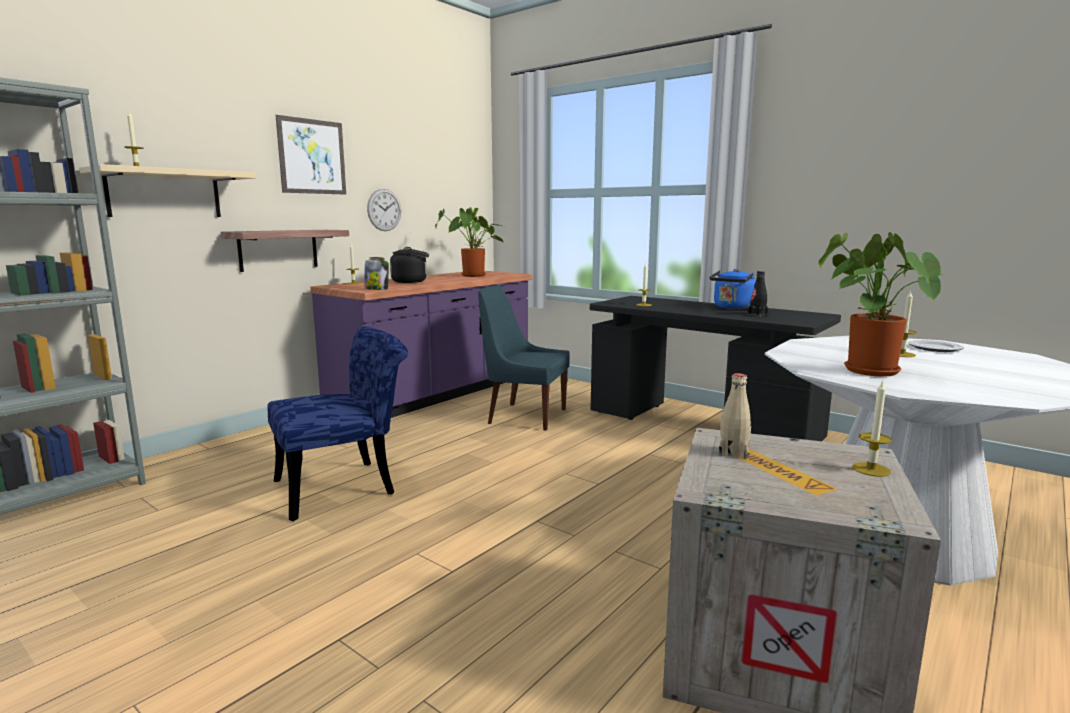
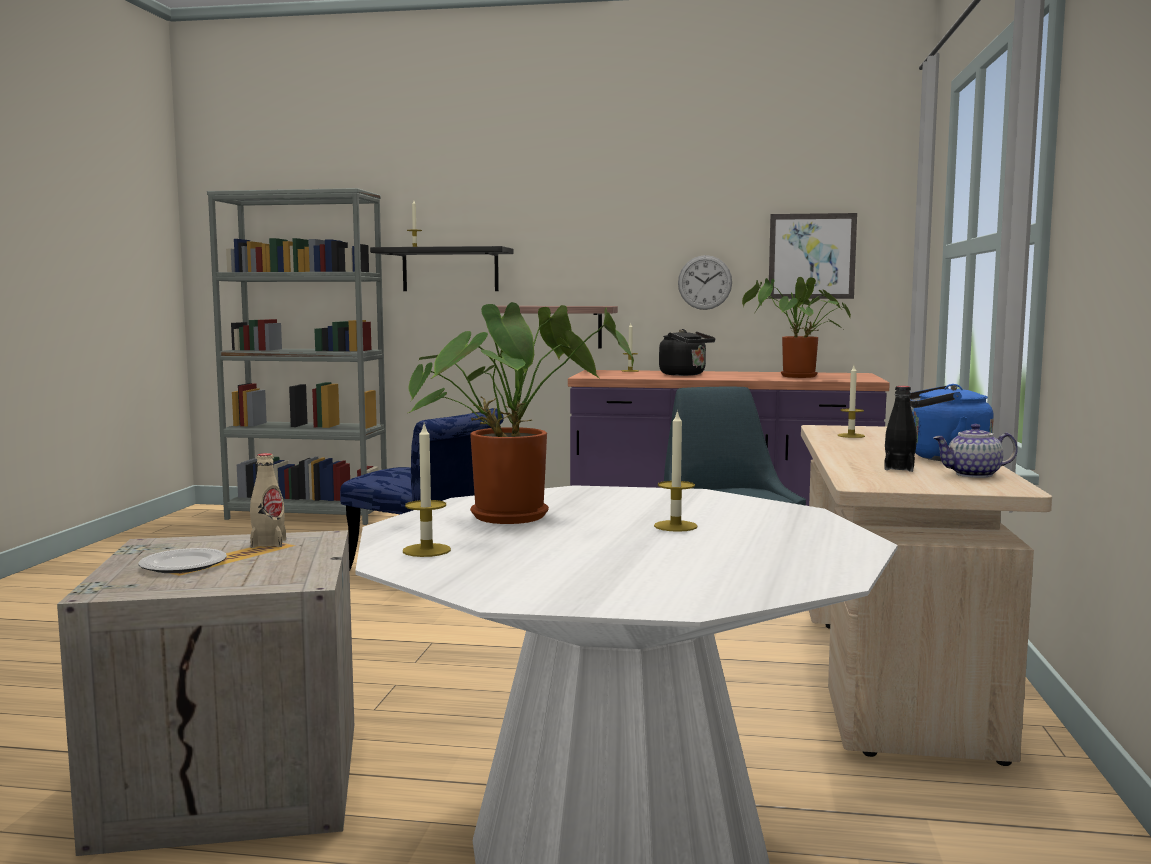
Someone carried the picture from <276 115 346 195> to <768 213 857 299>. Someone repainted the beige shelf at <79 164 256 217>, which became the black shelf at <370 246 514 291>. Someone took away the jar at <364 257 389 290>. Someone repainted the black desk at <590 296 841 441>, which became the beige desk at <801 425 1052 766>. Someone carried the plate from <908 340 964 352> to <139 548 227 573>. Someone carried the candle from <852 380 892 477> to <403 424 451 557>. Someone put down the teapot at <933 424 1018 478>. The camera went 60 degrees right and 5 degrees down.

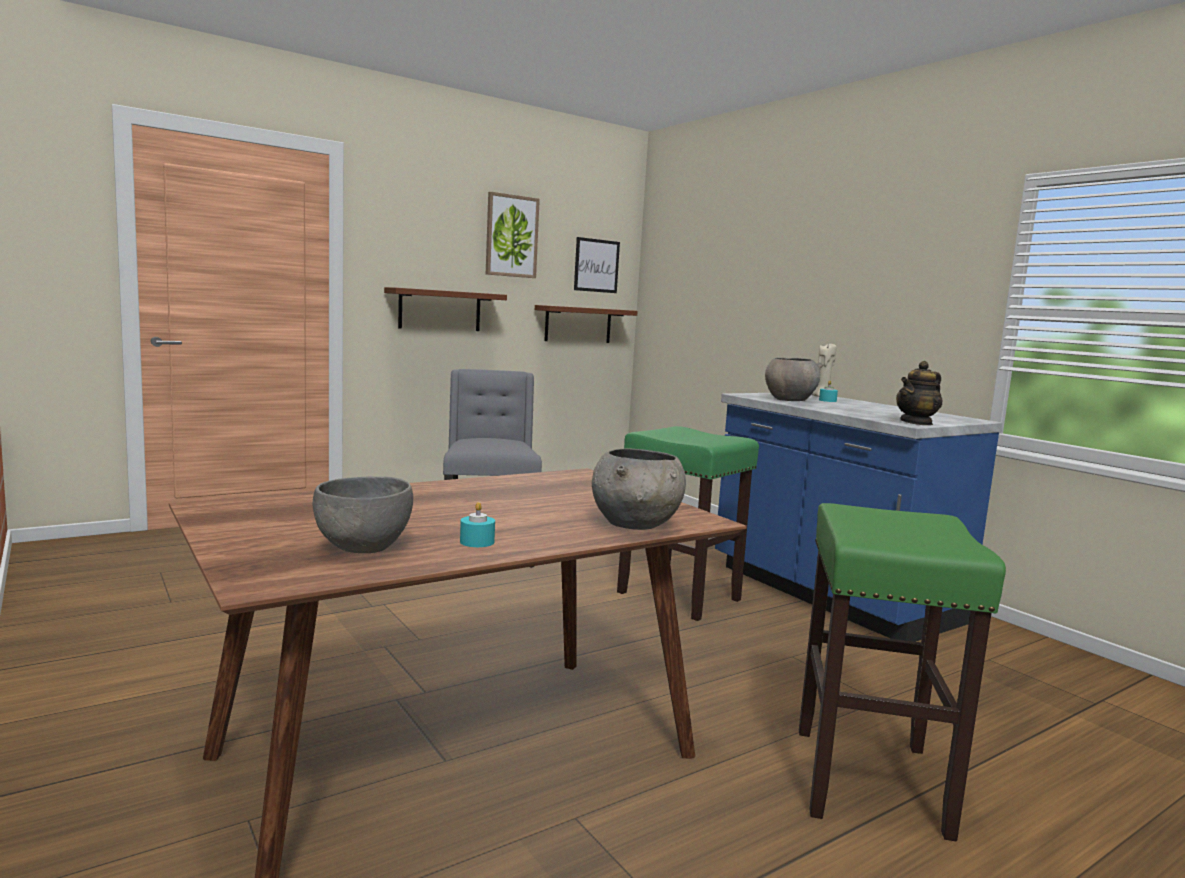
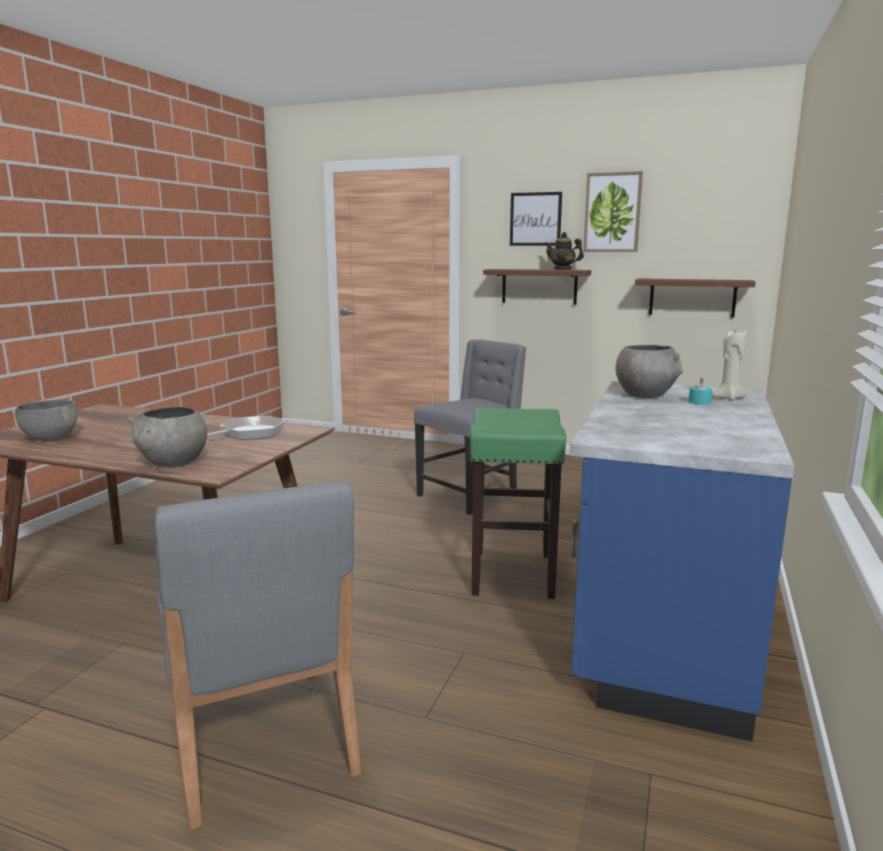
Someone carried the picture from <574 237 620 293> to <510 192 562 246>. Someone carried the teapot from <896 361 943 425> to <544 232 584 270>. Someone took away the turquoise candle at <460 502 495 547>. Someone swapped the green stool at <799 503 1006 841> for the grey chair at <154 481 362 830>. Someone put down the frying pan at <207 415 286 440>. The camera went 55 degrees right and 5 degrees up.

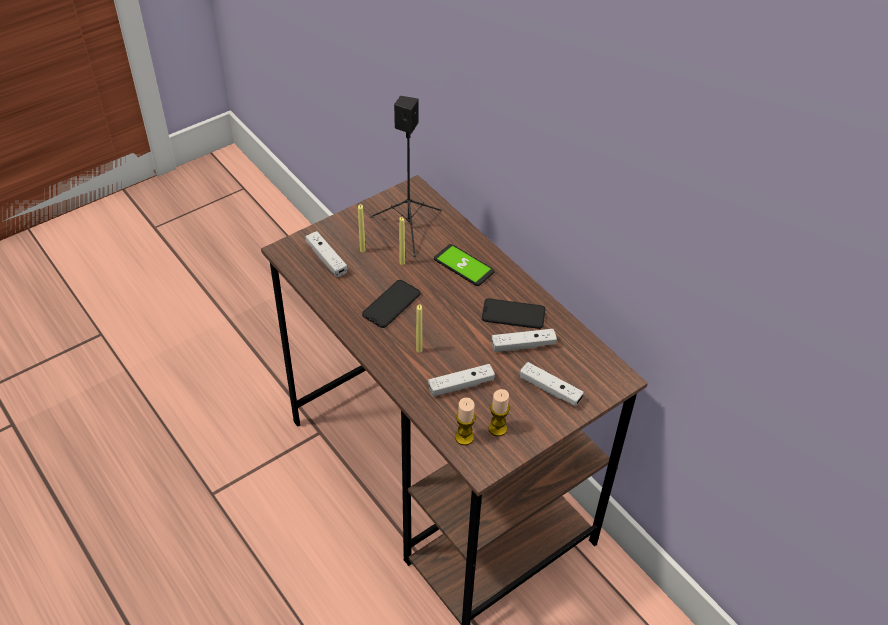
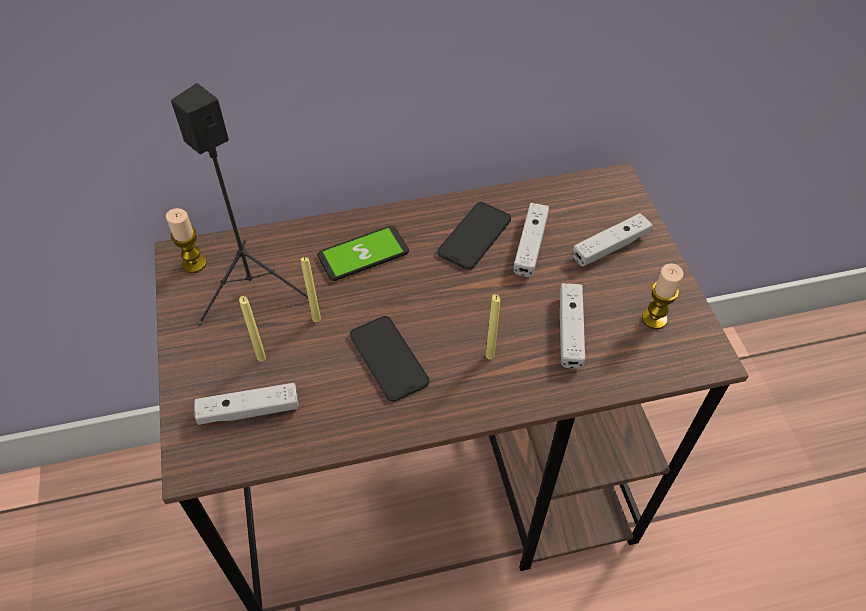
Someone carried the candle from <455 398 476 445> to <166 208 207 273>. The camera went 65 degrees left and 5 degrees up.

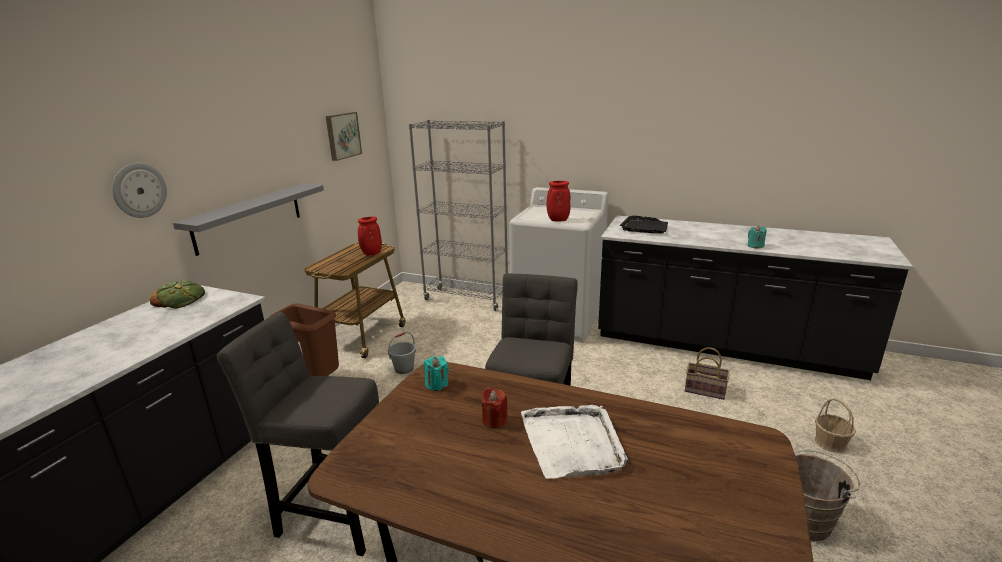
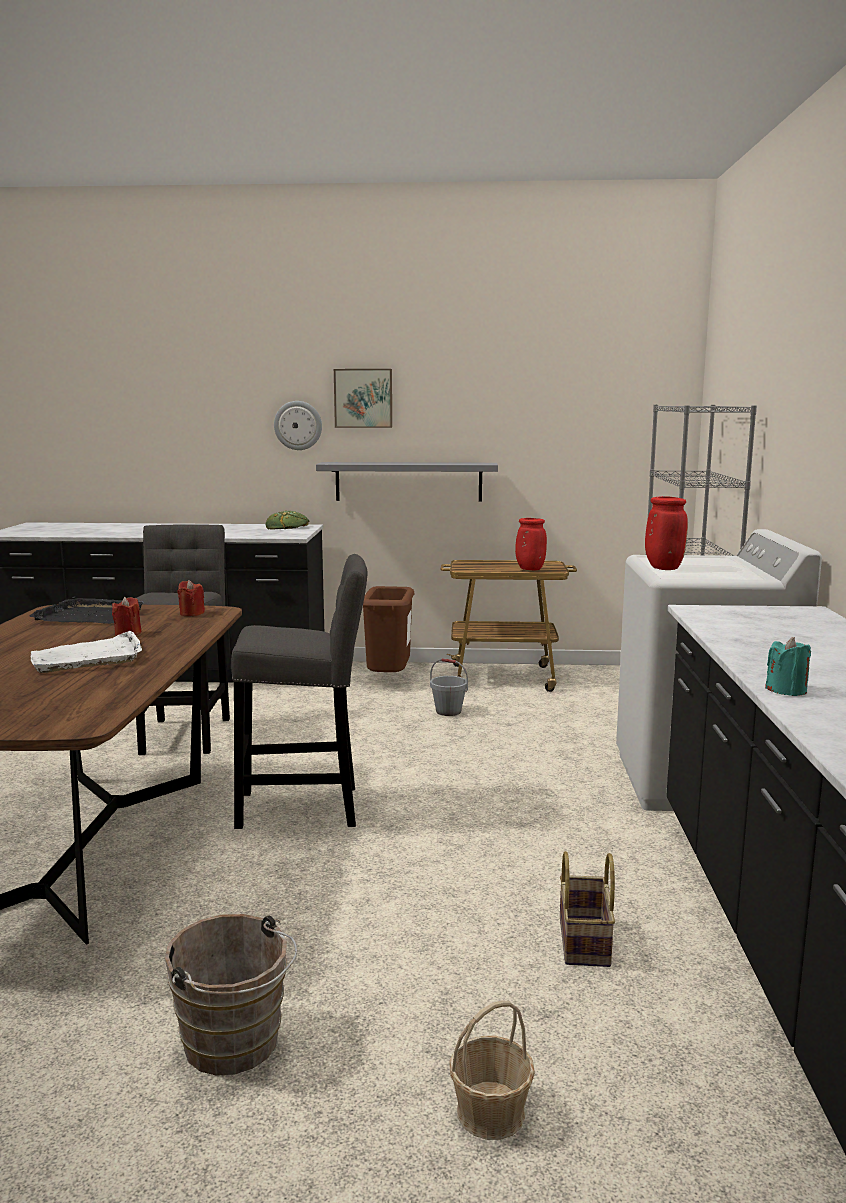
Someone carried the picture from <326 112 362 161> to <334 369 392 428>. Someone carried the black tray from <620 215 668 234> to <30 596 144 624>. Someone repainted the turquoise candle at <424 356 449 391>, which became the red candle at <178 580 205 616>. The camera went 70 degrees right and 10 degrees down.

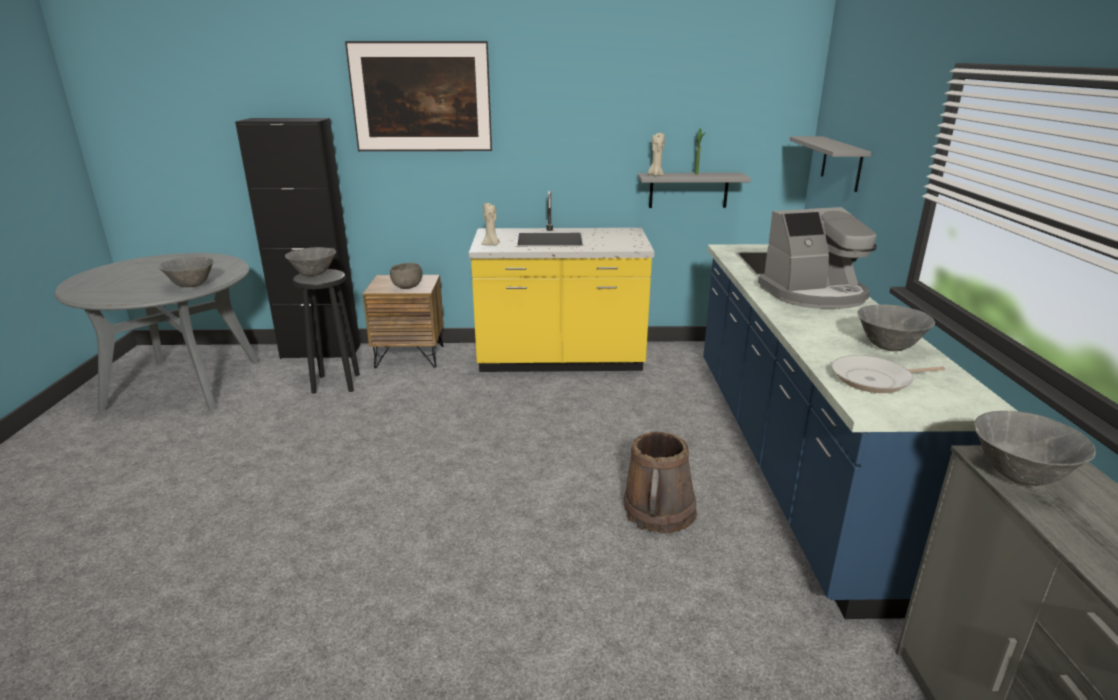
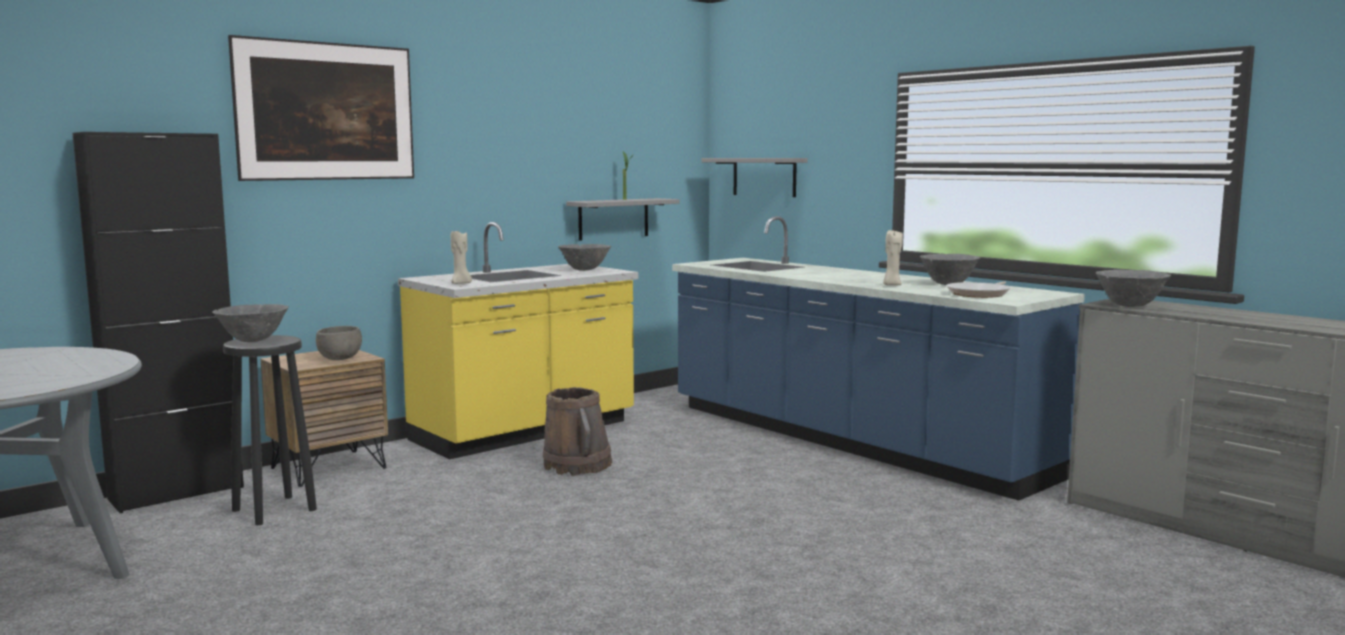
Someone carried the beige candle from <648 133 665 176> to <883 229 903 286>. Someone took away the coffee machine at <758 207 877 309>. Someone carried the grey bowl from <158 257 214 287> to <558 244 611 271>. Someone carried the brown bucket from <624 431 697 534> to <543 387 612 476>. The camera went 40 degrees left and 15 degrees down.

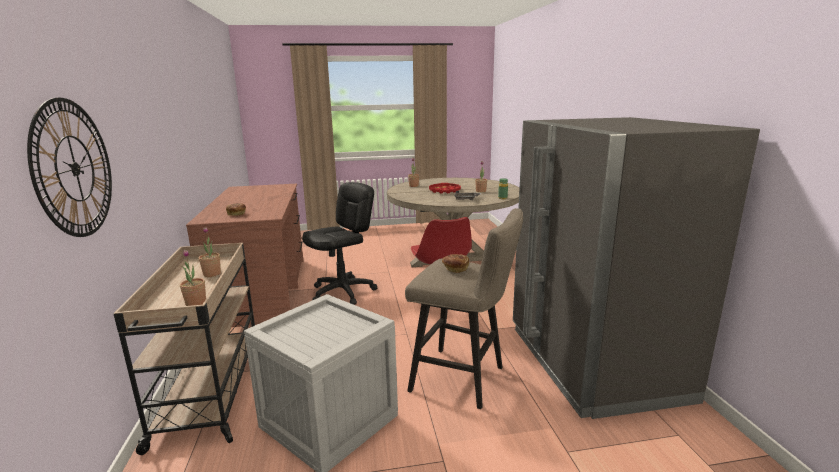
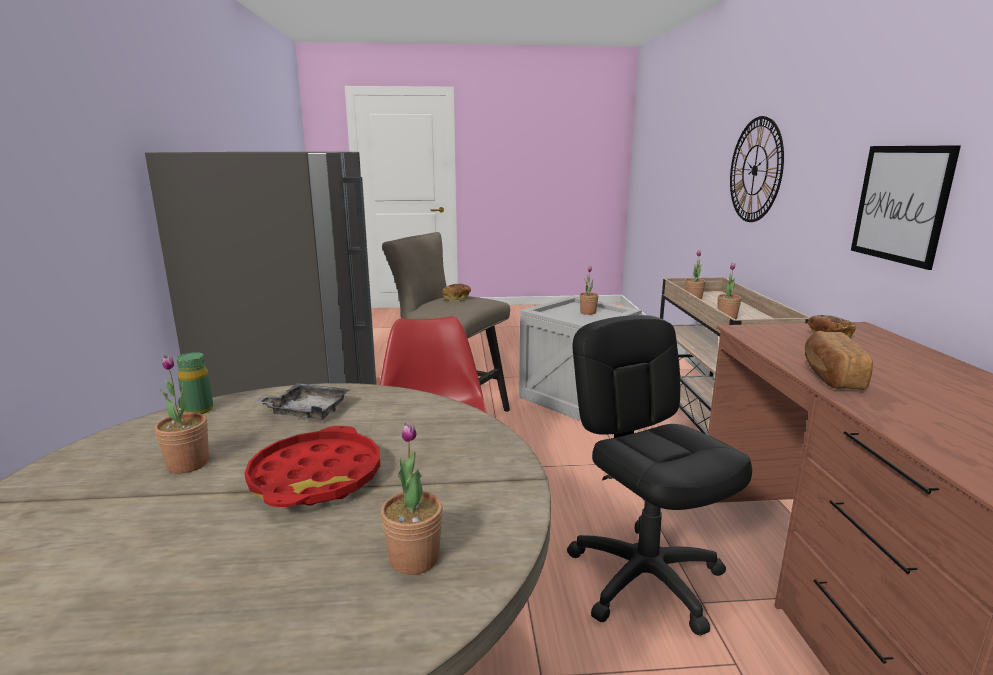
Someone rotated the black office chair at <302 182 377 305> by 105 degrees clockwise. Someone put up the picture at <851 145 961 270>. Someone put down the potted plant at <580 266 599 315>. Someone put down the bread at <805 331 873 390>. The camera went 175 degrees left and 0 degrees up.

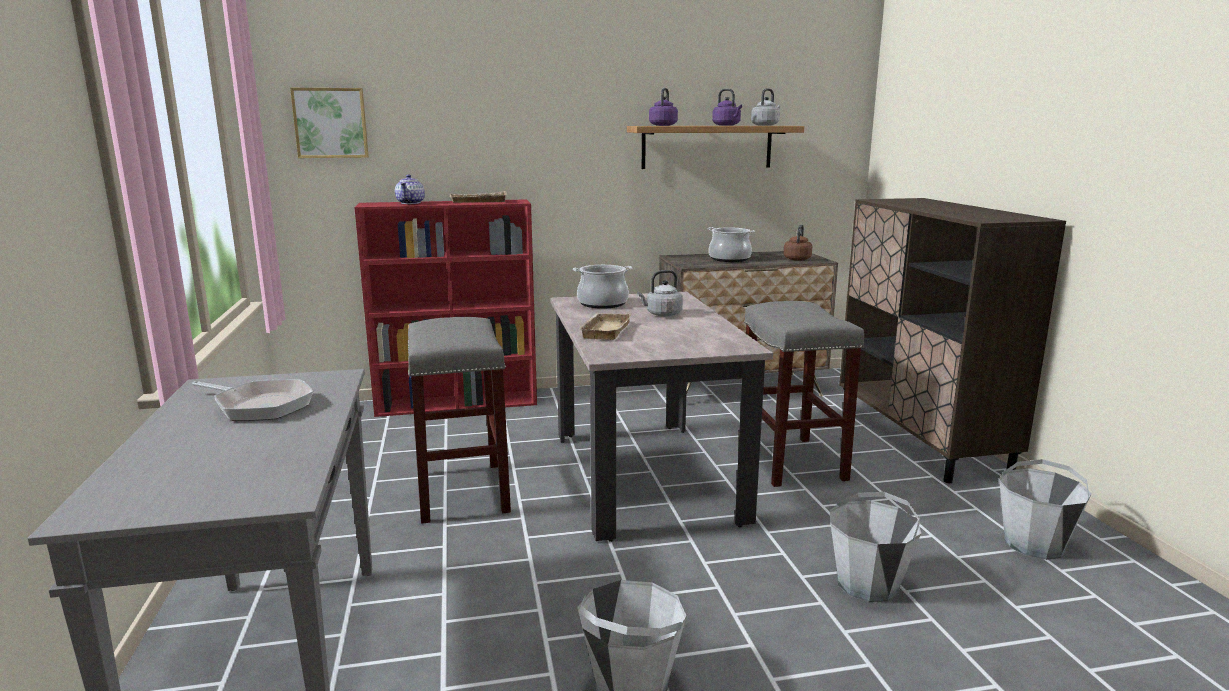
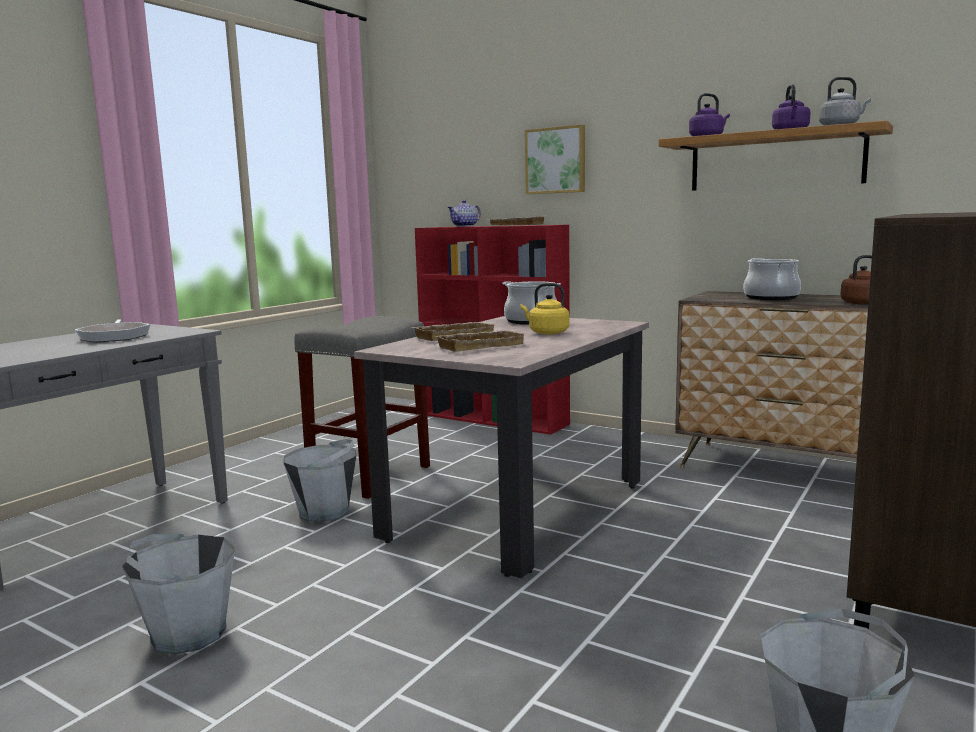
Someone carried the picture from <290 88 369 158> to <525 124 585 194>. Someone repainted the grey kettle at <637 270 683 317>, which became the yellow kettle at <520 283 569 335>. Someone took away the grey stool at <744 301 864 487>. Someone carried the grey bucket from <830 492 921 602> to <283 439 356 522>. Someone put down the beige tray at <435 330 525 352>. The camera went 45 degrees right and 5 degrees down.

